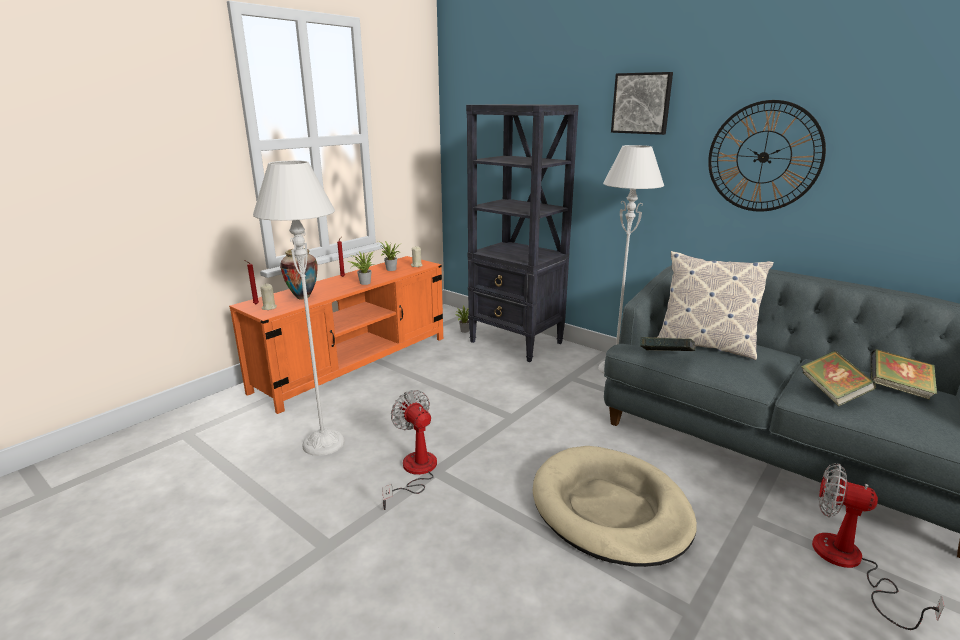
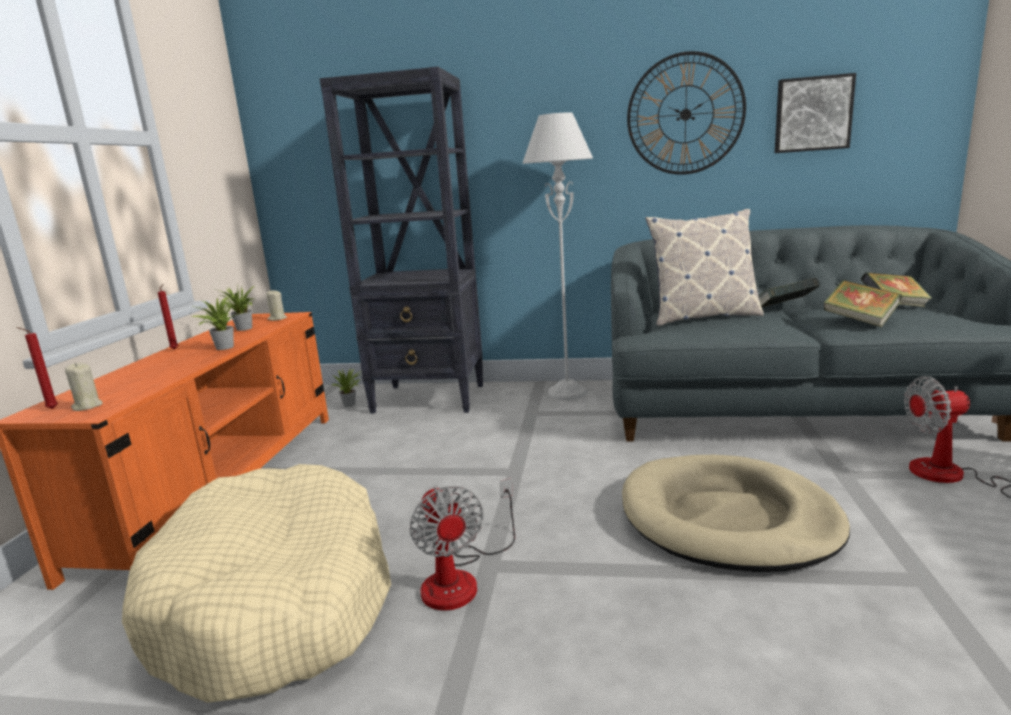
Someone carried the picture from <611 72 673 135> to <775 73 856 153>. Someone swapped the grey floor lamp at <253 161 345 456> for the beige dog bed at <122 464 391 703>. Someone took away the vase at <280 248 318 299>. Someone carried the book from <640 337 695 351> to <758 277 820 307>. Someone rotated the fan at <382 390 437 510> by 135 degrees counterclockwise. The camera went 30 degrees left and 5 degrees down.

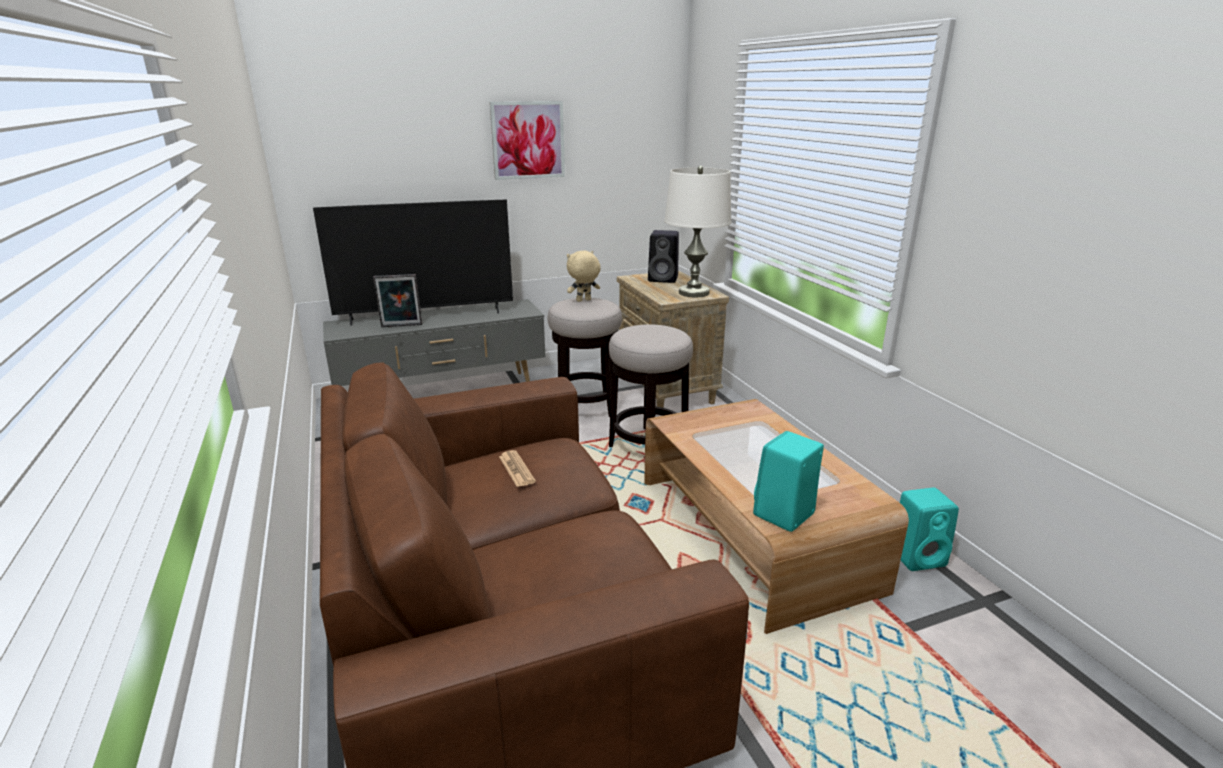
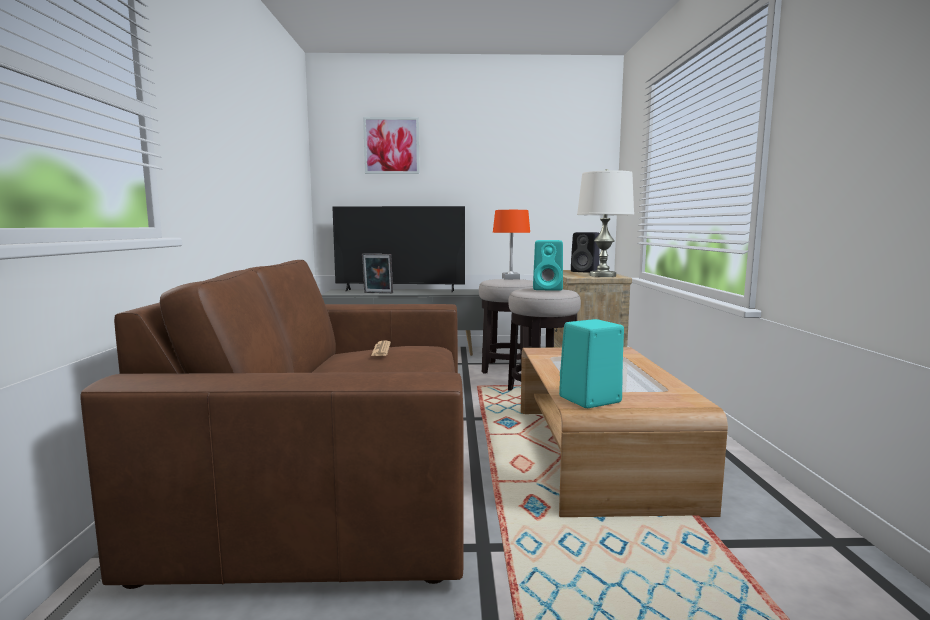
Someone carried the picture from <490 101 565 180> to <363 117 419 174>. Someone swapped the beige plush toy at <567 250 601 302> for the orange table lamp at <493 210 530 279>. Someone carried the turquoise speaker from <900 487 959 571> to <533 240 563 291>. The camera went 20 degrees right and 15 degrees down.

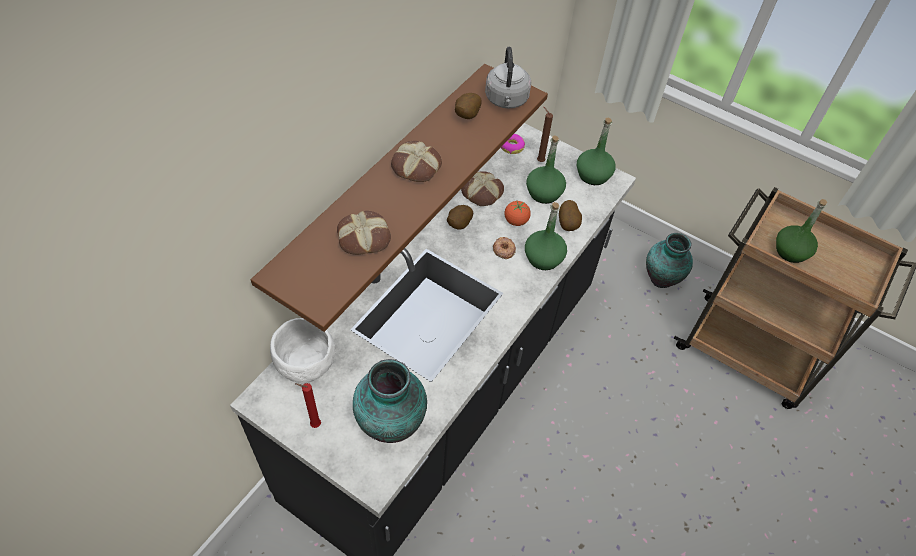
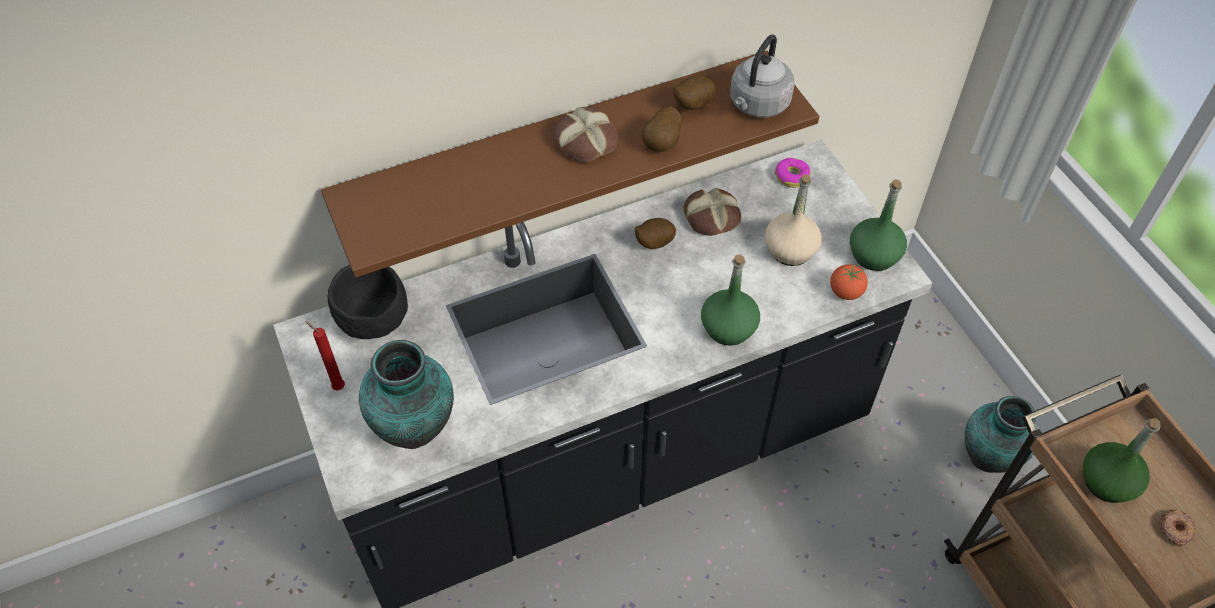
Someone took away the brown candle at <537 107 553 162>. Someone repainted the green bottle at <526 135 566 204>, which became the beige bottle at <765 174 822 266>. Someone carried the potato from <559 200 582 231> to <642 106 682 152>. Someone carried the tomato from <505 201 531 226> to <830 264 868 300>. Someone took away the bread at <337 211 391 255>. Someone carried the donut from <493 237 516 259> to <1158 509 1196 546>. Someone repainted the white bowl at <270 318 336 384>, which became the black bowl at <328 265 408 339>. The camera went 35 degrees right and 0 degrees up.

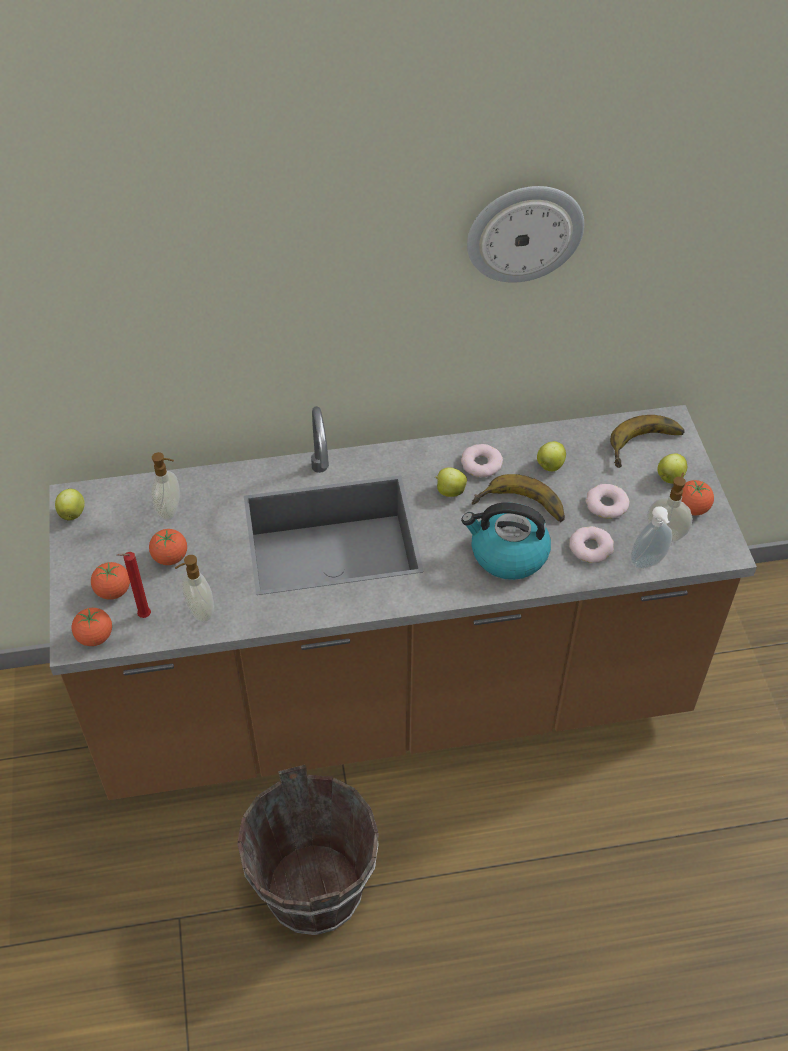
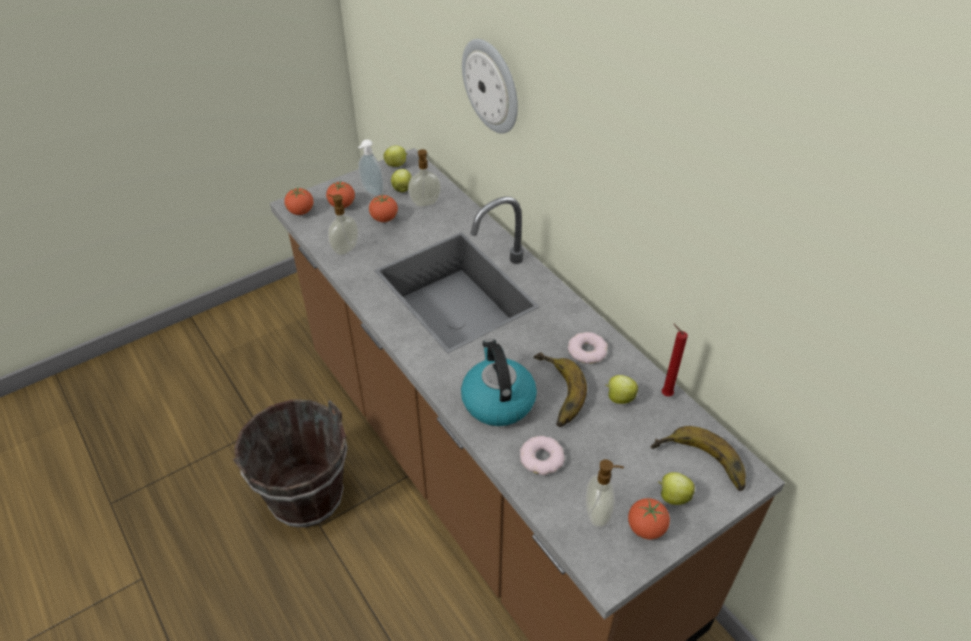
Someone carried the wall clock from <467 186 584 283> to <462 39 518 134>. Someone carried the apple from <435 467 467 497> to <391 169 412 193>. Someone took away the donut at <586 484 629 519>. Someone carried the soap dispenser from <630 506 672 569> to <358 139 384 196>. Someone carried the red candle from <117 552 151 618> to <661 323 688 397>. The camera went 65 degrees right and 5 degrees down.

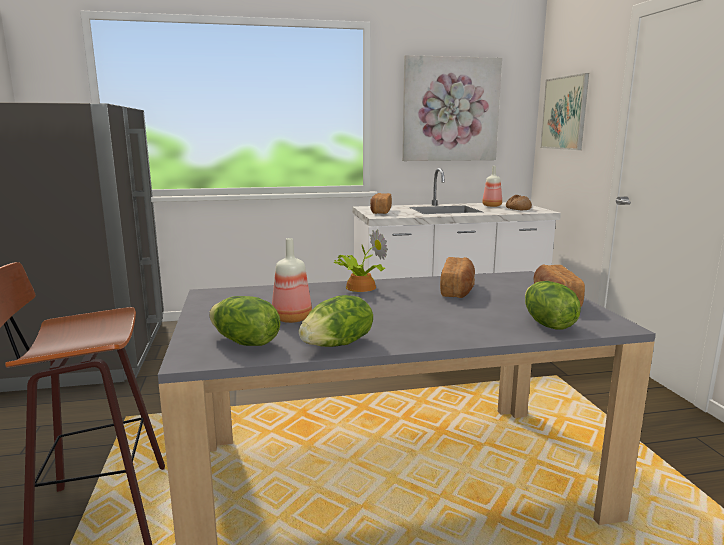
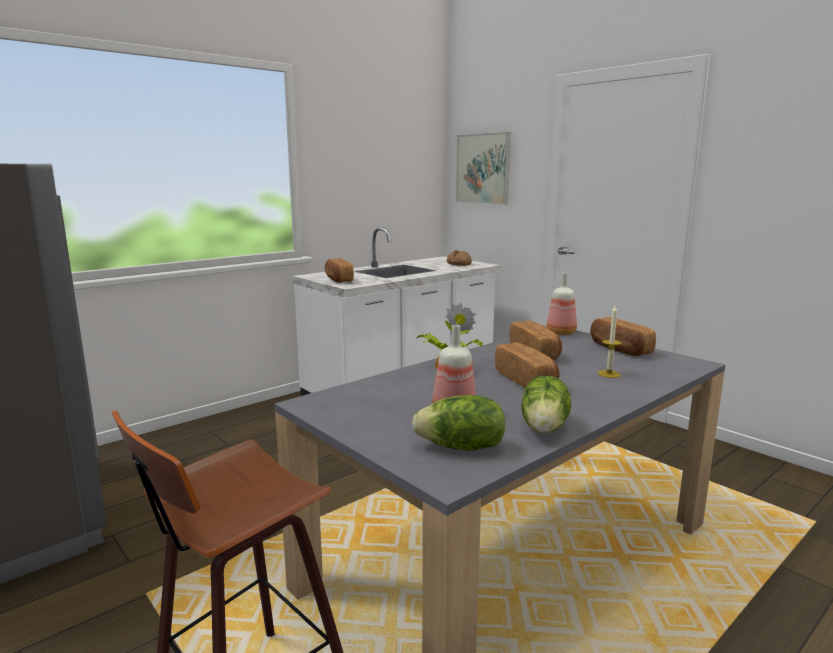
Someone took away the picture at <402 55 502 161>. Someone carried the bottle from <482 166 502 207> to <547 273 577 335>. Someone took away the lettuce at <525 281 581 329>. Someone put down the candle at <598 306 622 378>. Someone put down the bread at <495 342 560 388>. The camera went 30 degrees left and 0 degrees up.

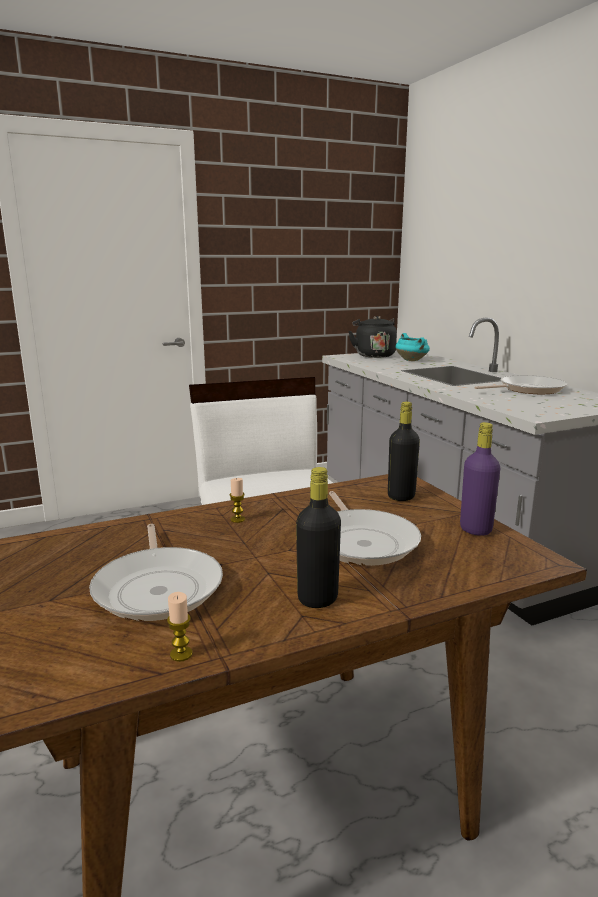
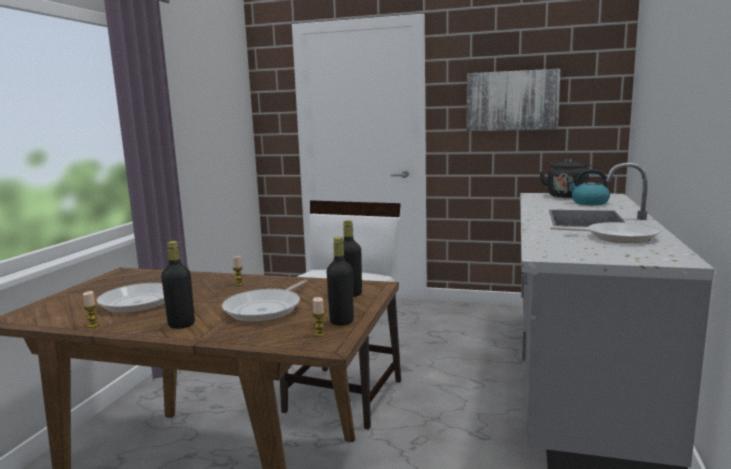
Someone swapped the turquoise cooking pot at <395 333 430 361> for the kettle at <567 169 610 205>. Someone repainted the purple bottle at <460 422 500 536>, which became the black bottle at <327 237 354 326>. Someone put up the picture at <467 69 561 131>. Someone put down the candle at <312 297 326 337>. The camera went 40 degrees right and 5 degrees down.

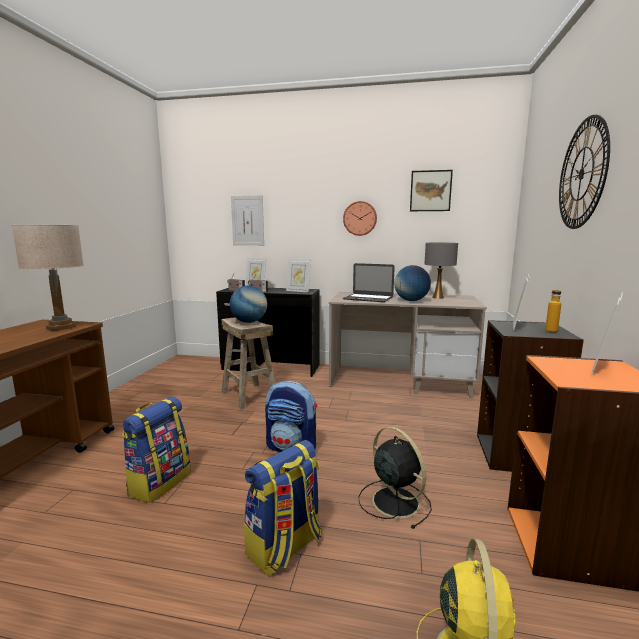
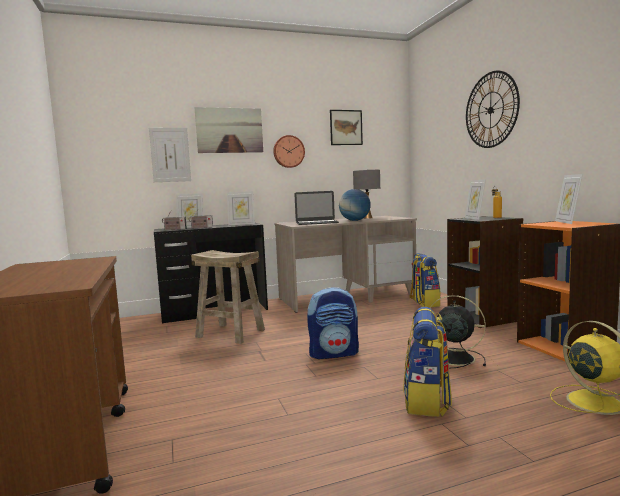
Someone took away the beige table lamp at <12 225 84 330>. Someone took away the globe at <230 286 267 323>. Someone carried the backpack from <121 397 191 503> to <409 253 441 307>. Someone put up the picture at <195 107 263 153>. The camera went 30 degrees left and 5 degrees down.

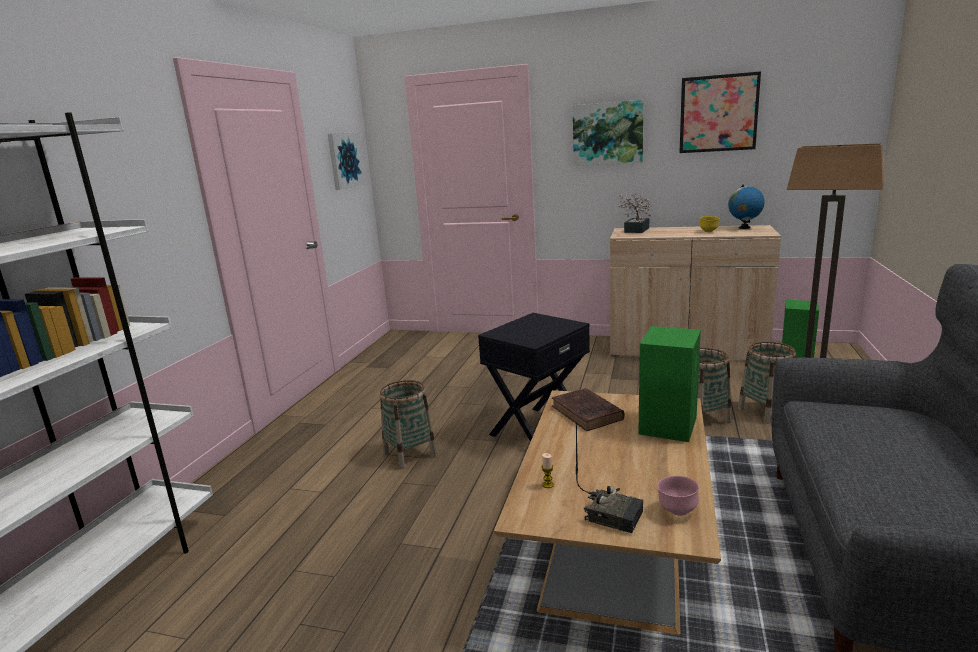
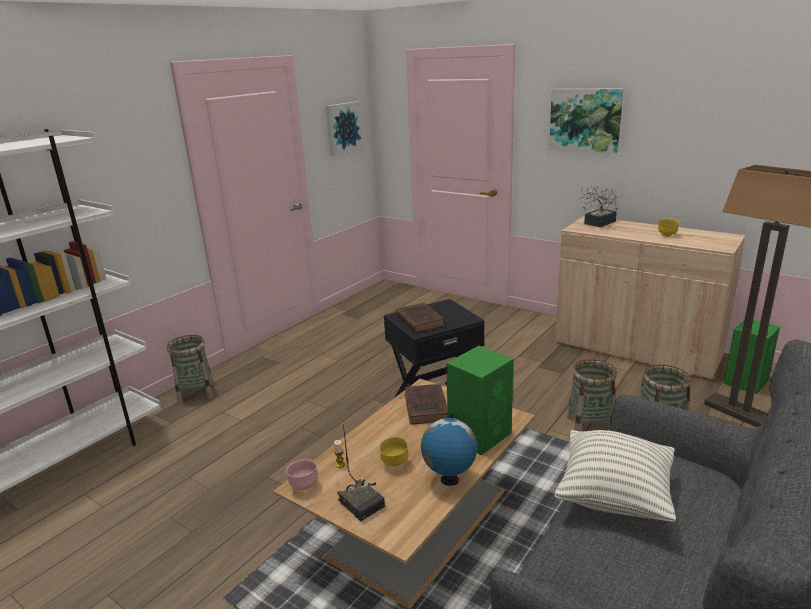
Someone took away the picture at <679 71 761 153>. Someone carried the globe from <728 184 765 229> to <421 413 477 486>. Someone carried the basket from <380 380 437 469> to <167 335 214 404>. Someone carried the pink bowl from <657 476 699 516> to <286 459 318 491>. Someone put down the brown book at <395 303 445 333>. Someone put down the pillow at <555 430 676 522>. Someone put down the yellow bowl at <379 437 409 467>. The camera went 20 degrees right and 5 degrees up.

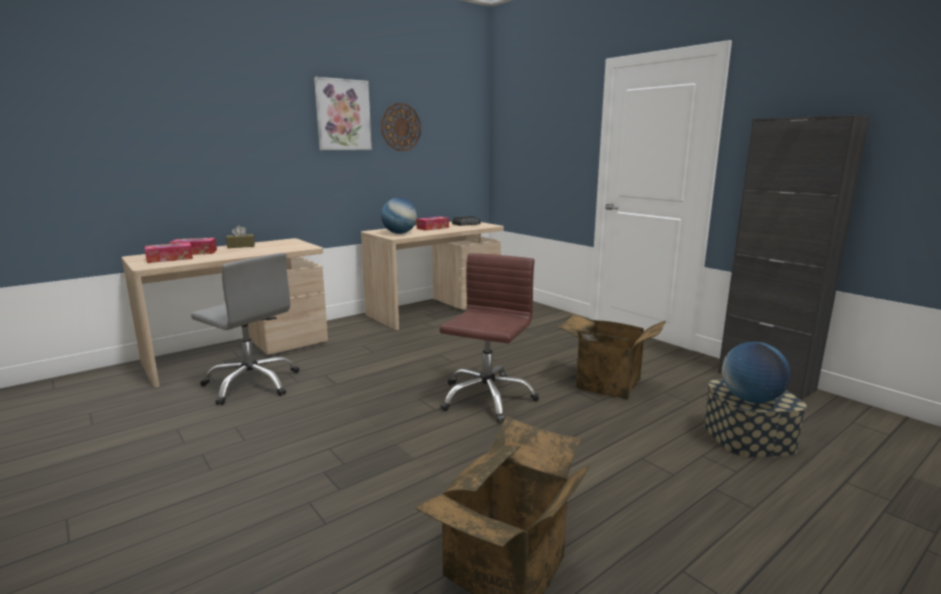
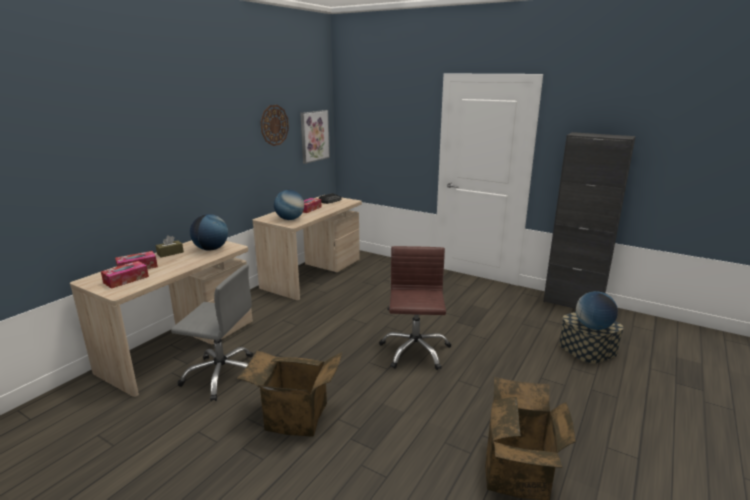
Someone carried the picture from <314 77 372 150> to <300 110 330 164>. Someone carried the cardboard box from <557 314 666 399> to <237 351 342 437>. Someone put down the globe at <190 214 228 251>. The camera went 20 degrees left and 5 degrees up.

